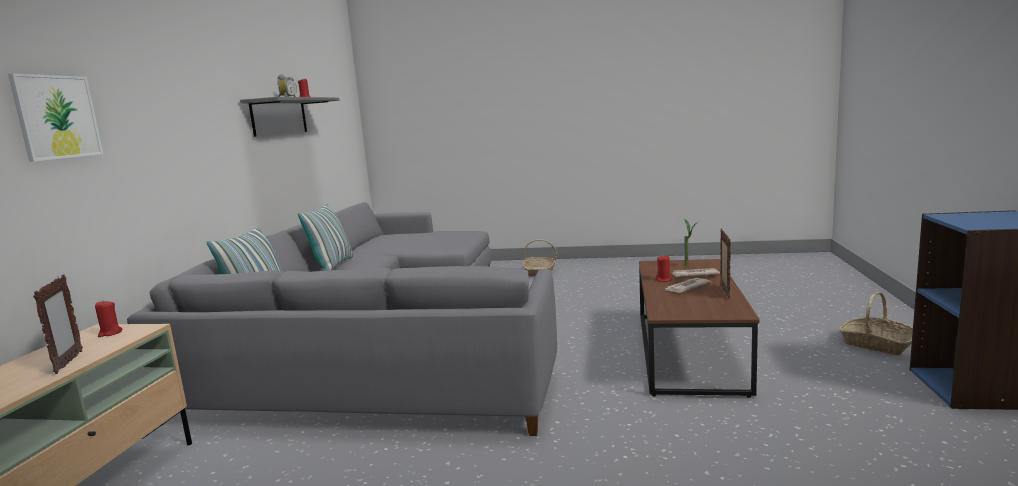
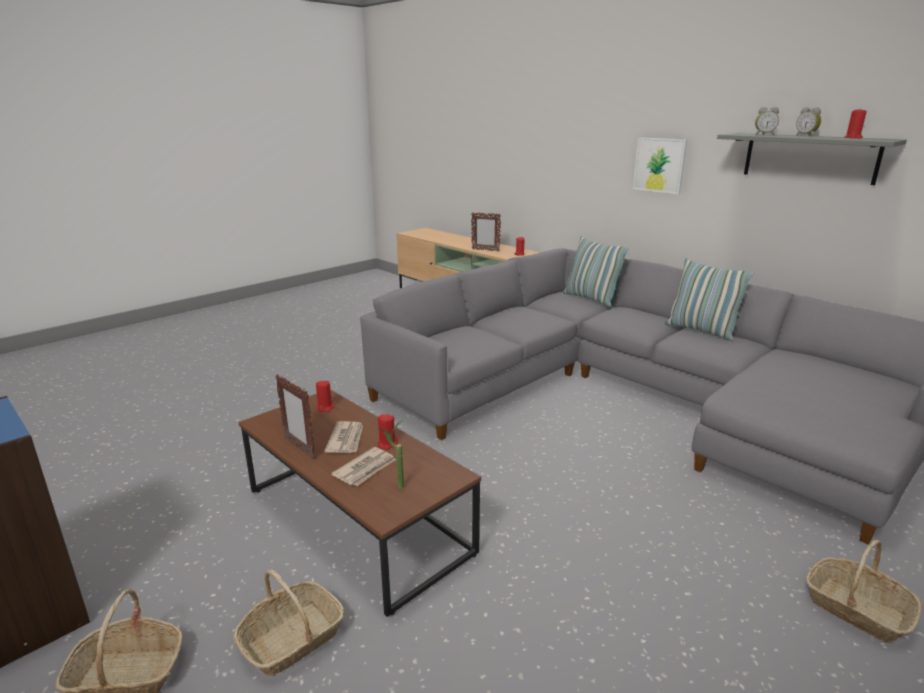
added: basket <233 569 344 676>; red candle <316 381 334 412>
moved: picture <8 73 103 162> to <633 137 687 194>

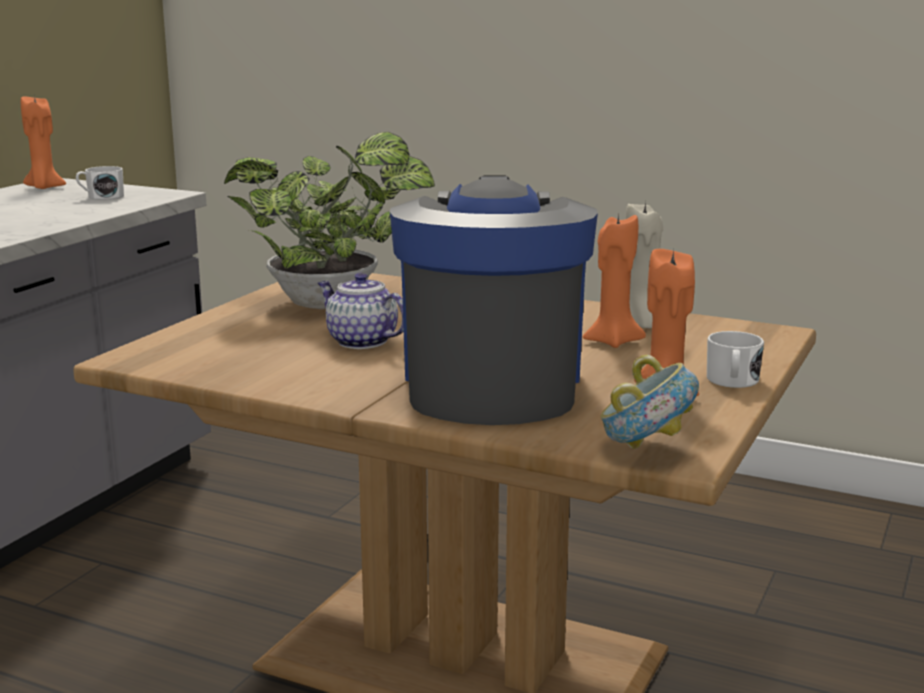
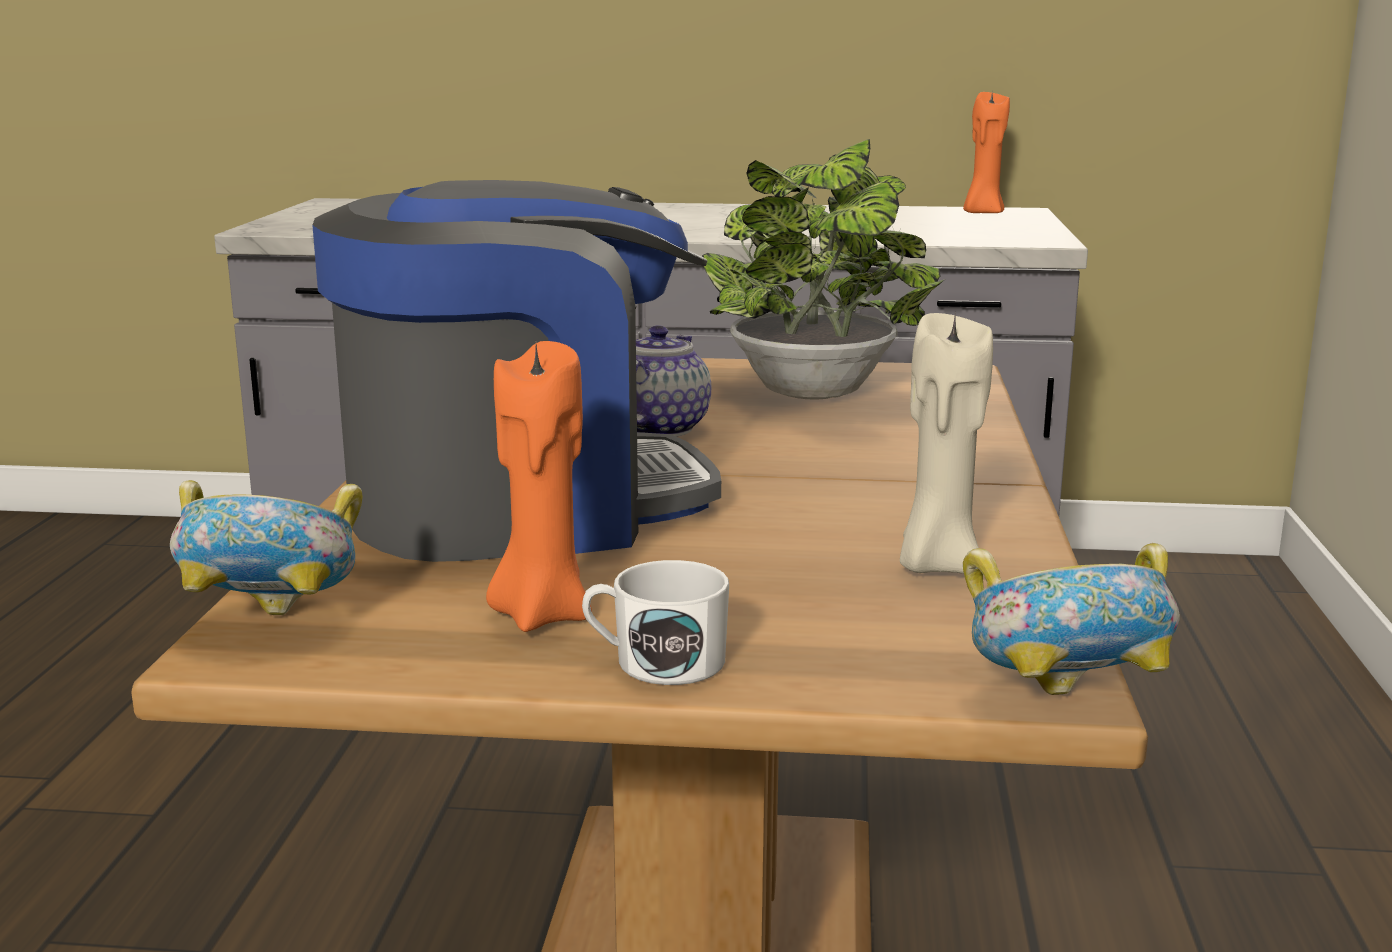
removed: white mug <76 166 124 200>; orange candle <583 212 646 348>
added: bowl <963 543 1180 695>

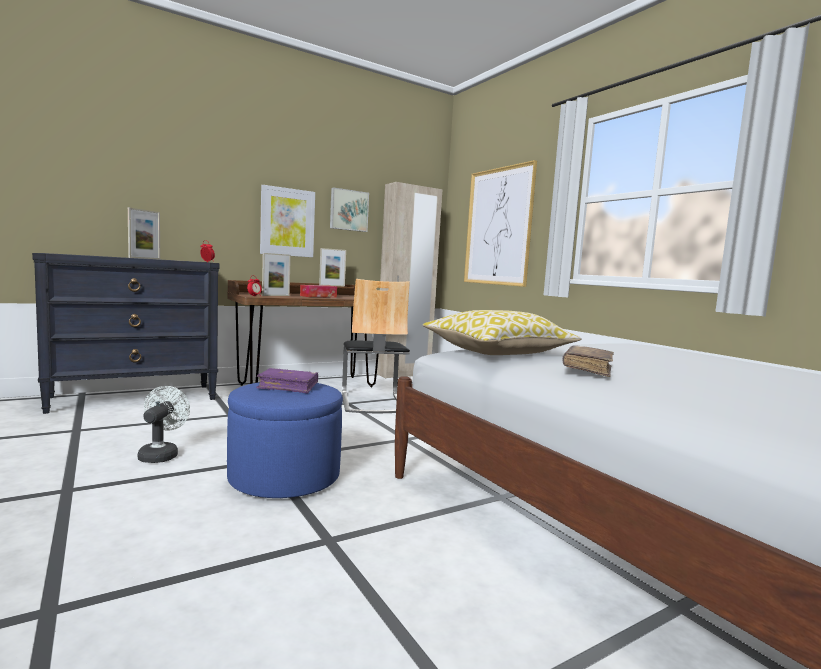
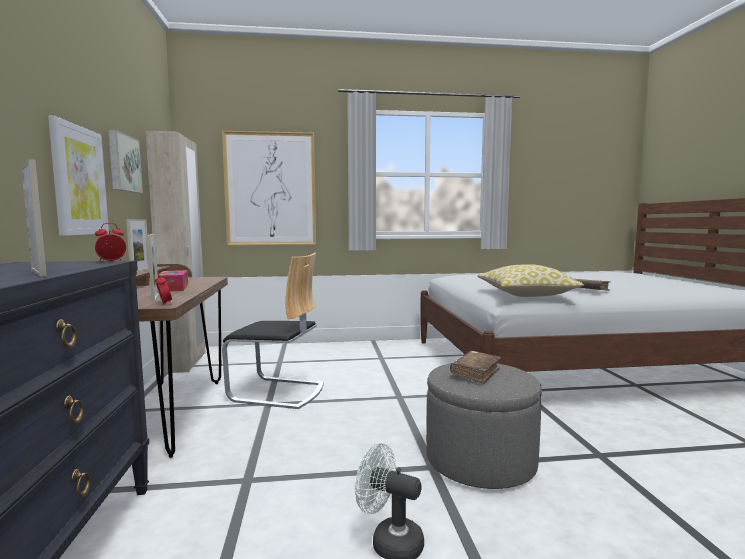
recoloured: blue ottoman <227 382 343 498> to grey ottoman <426 363 542 489>; purple book <256 368 318 393> to brown book <450 351 501 384>

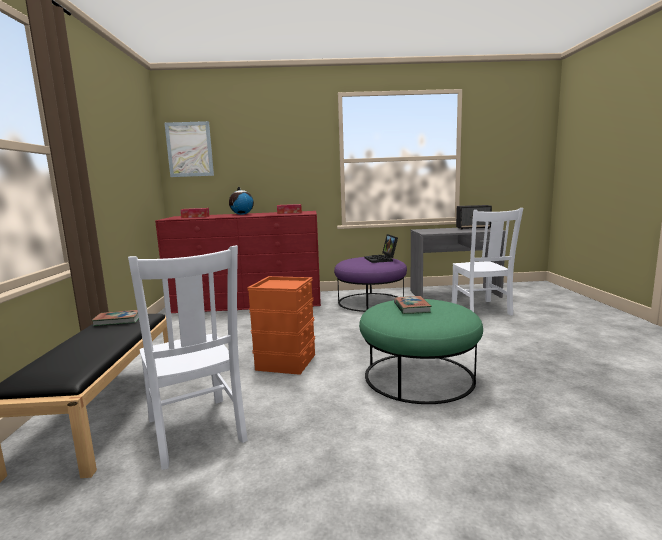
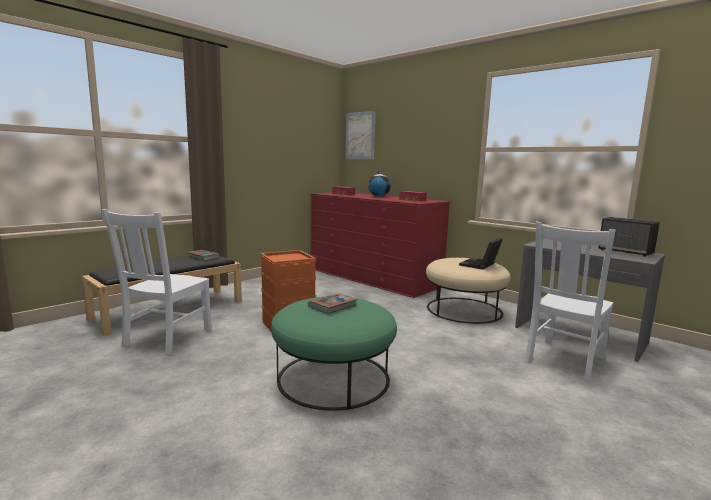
recoloured: purple ottoman <334 257 407 312> to beige ottoman <426 258 511 324>

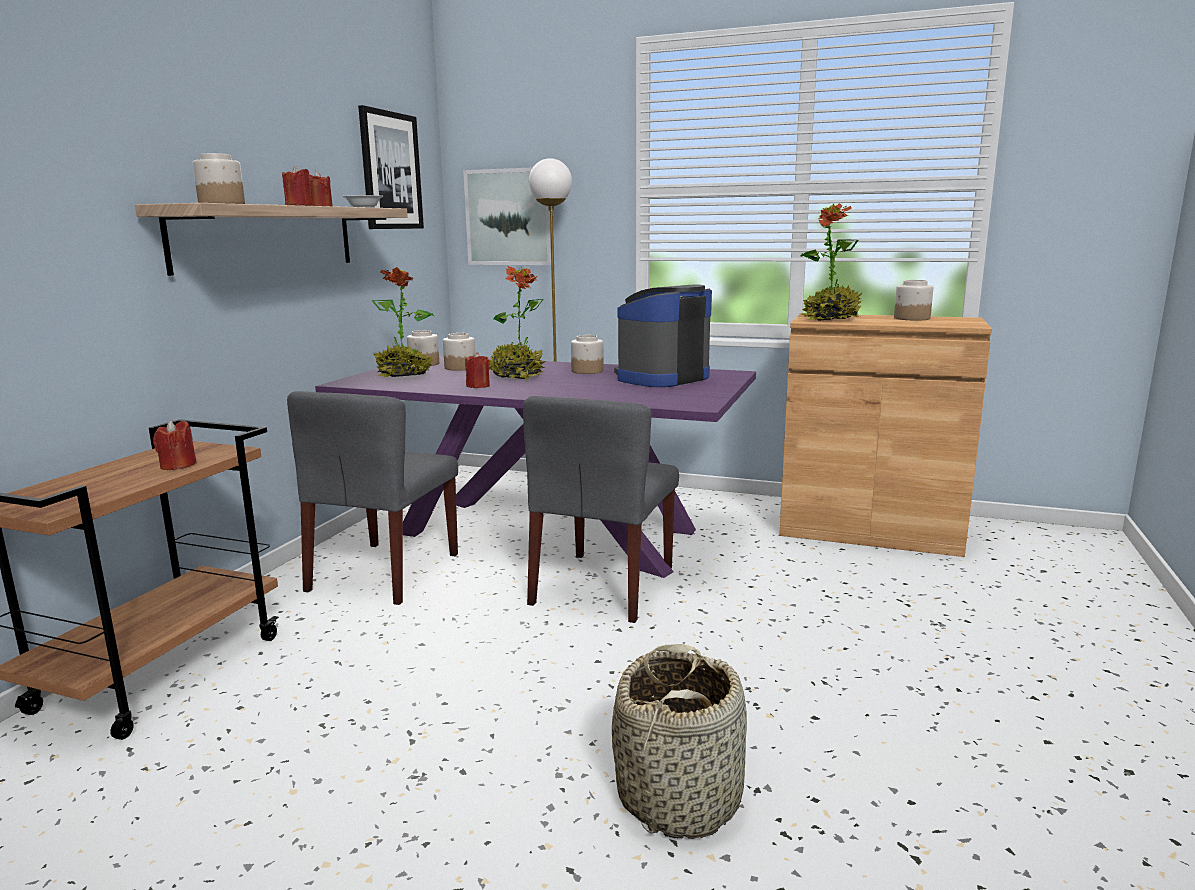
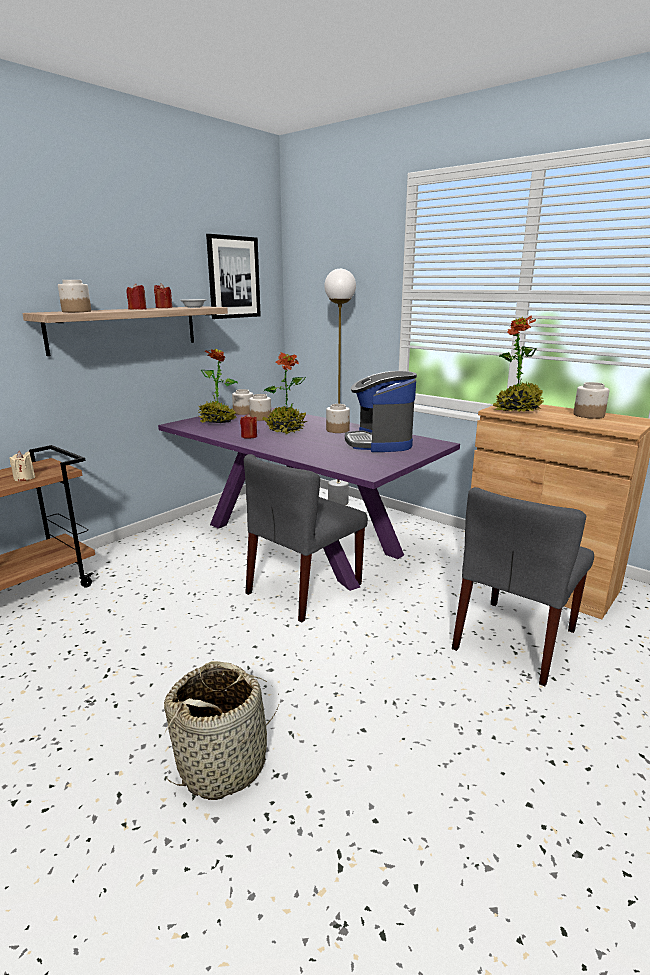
removed: picture <463 168 551 265>
moved: grey chair <287 391 458 605> to <452 487 594 686>
recoloured: red candle <153 420 197 470> to beige candle <10 451 35 482>
turned: coffee machine <614 285 712 387> = <345 371 417 452> 75 degrees counterclockwise

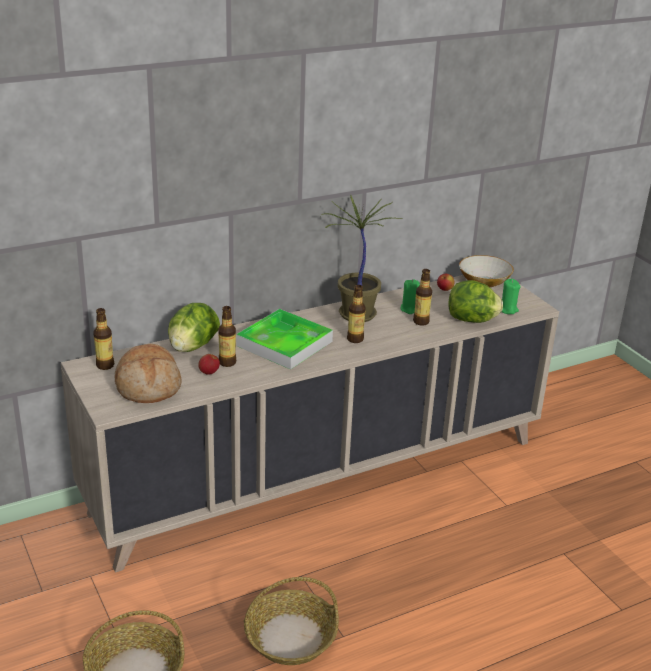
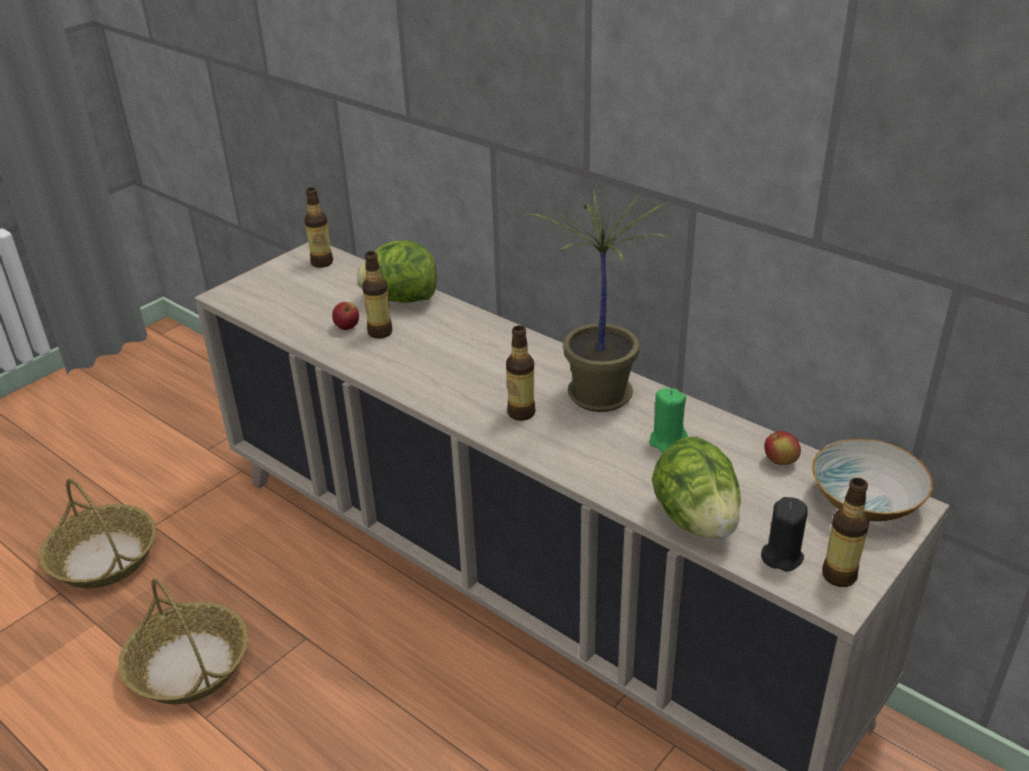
removed: bread <115 344 181 403>; tray <236 309 333 369>
moved: bottle <413 269 432 326> to <822 478 869 587>
recoloured: green candle <502 279 521 314> to black candle <761 497 808 572>

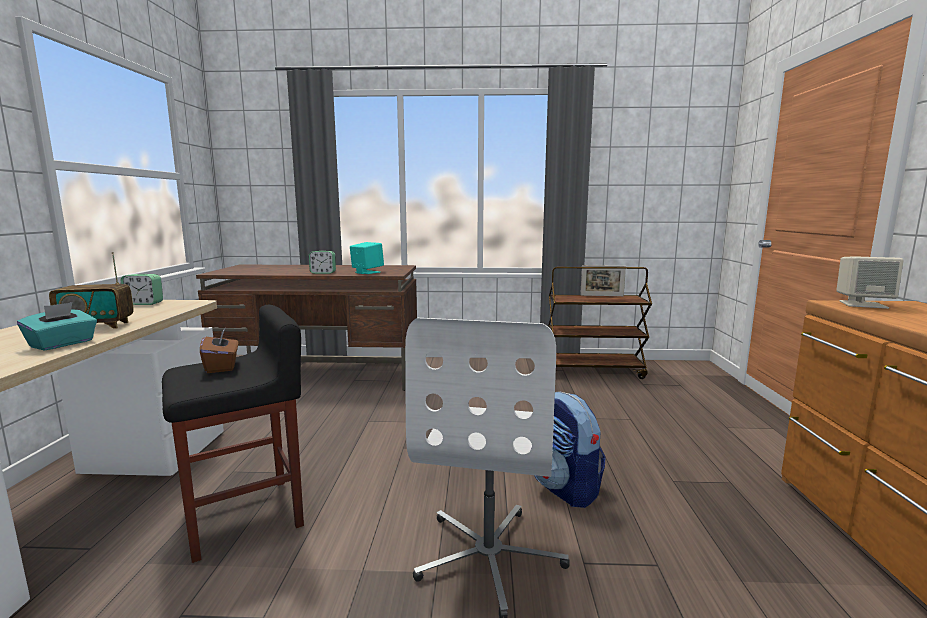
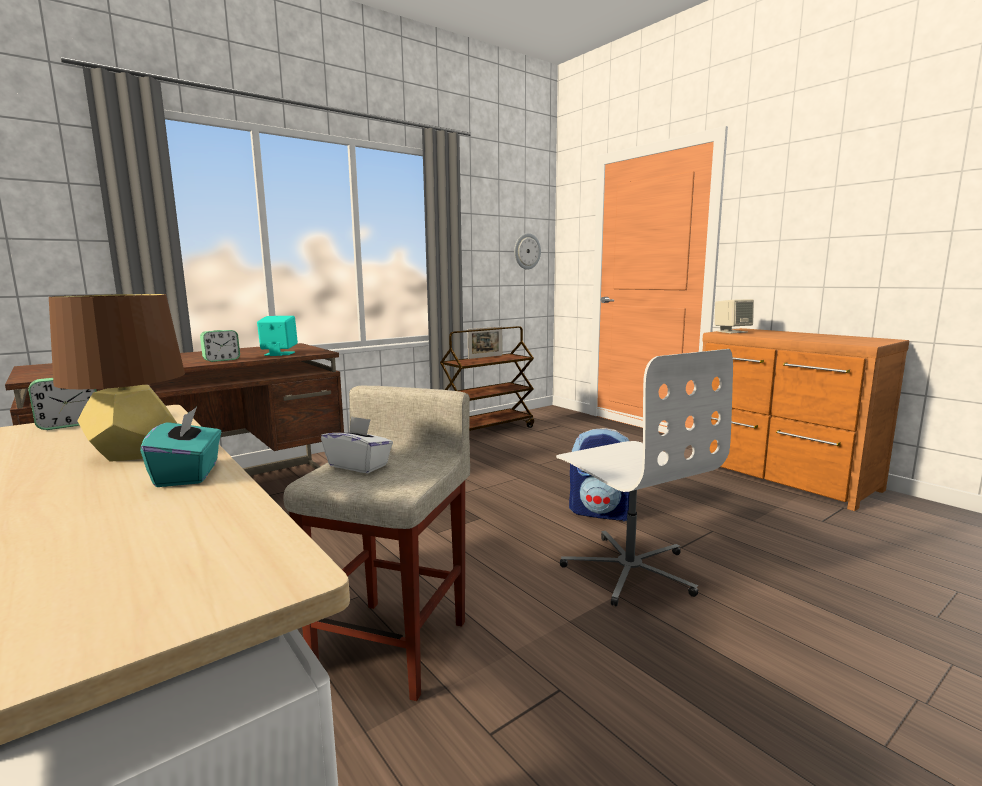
added: wall clock <514 233 541 270>
replaced: radio <49 252 134 329> to brown table lamp <49 294 185 462>
recoloured: black stool <162 305 304 563> to beige stool <283 386 470 701>; brown tissue box <200 327 238 373> to white tissue box <321 416 393 473>

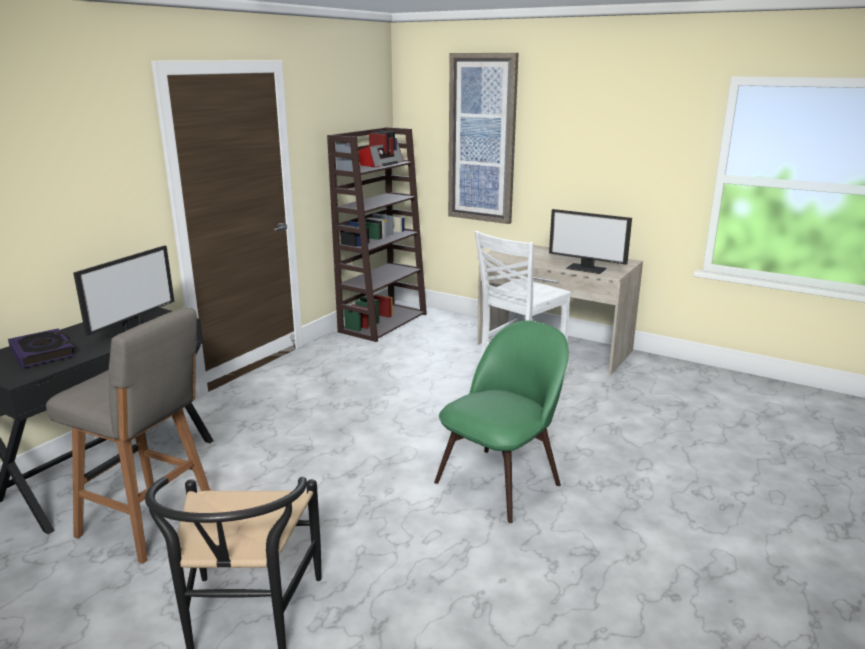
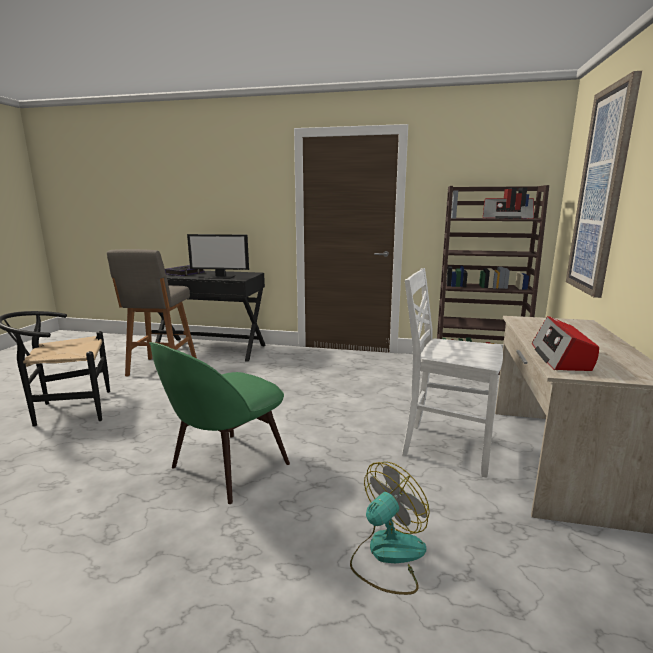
added: fan <350 462 430 595>
replaced: monitor <549 209 632 274> to radio <532 316 599 371>
turned: green chair <434 321 569 523> = <149 342 290 504> 105 degrees clockwise

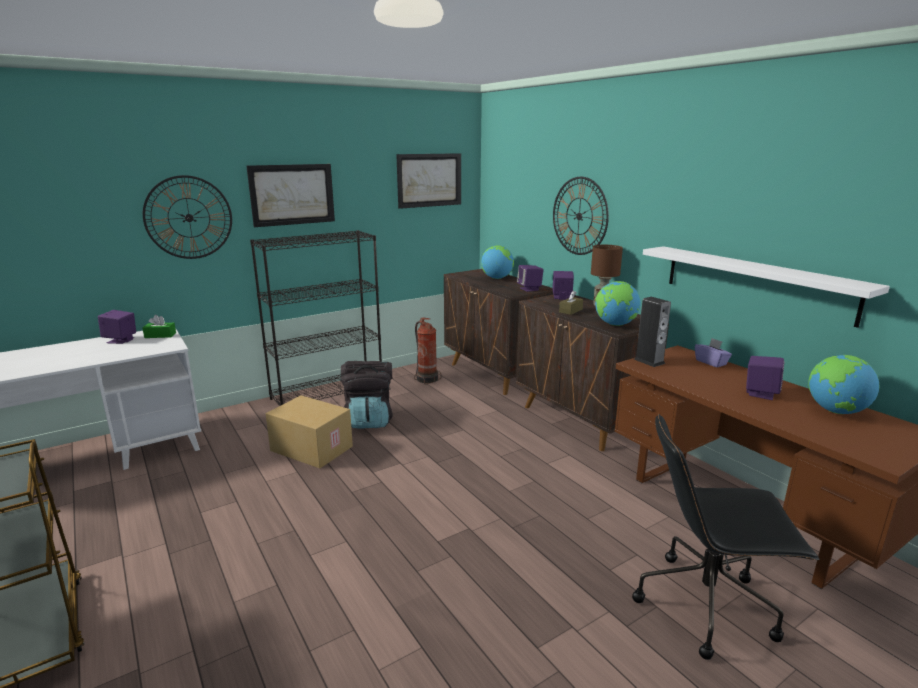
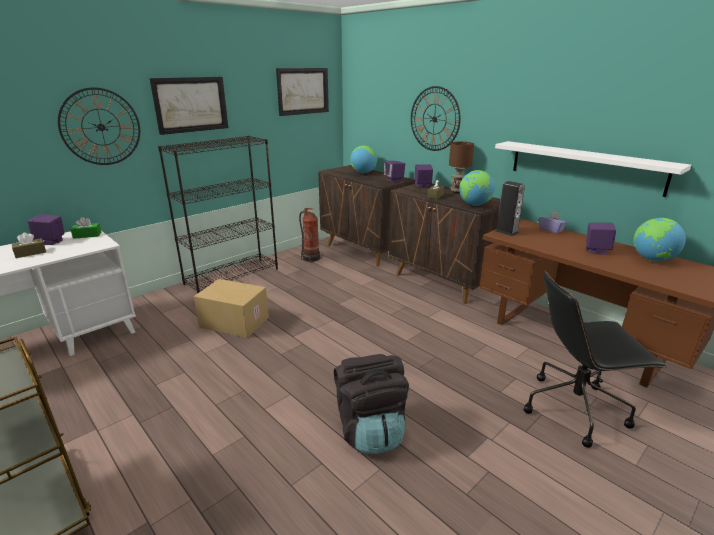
added: brown tissue box <12 232 46 258>
moved: black backpack <340 361 393 429> to <334 354 409 454>

